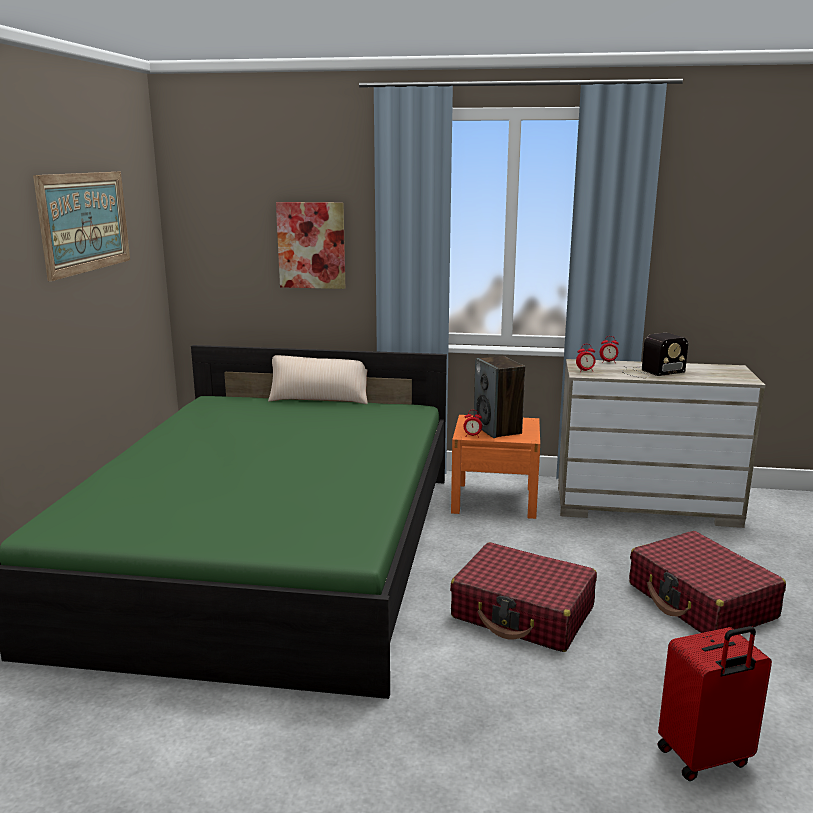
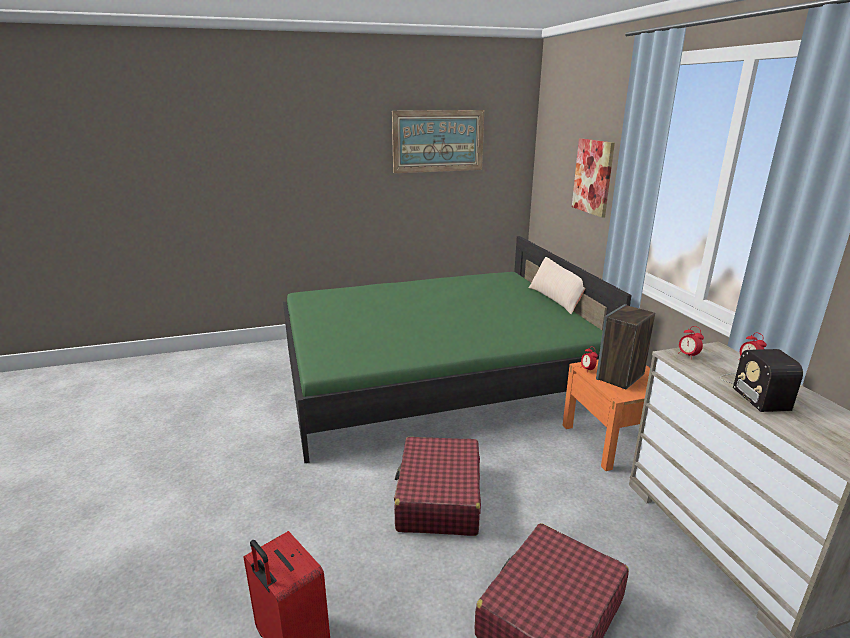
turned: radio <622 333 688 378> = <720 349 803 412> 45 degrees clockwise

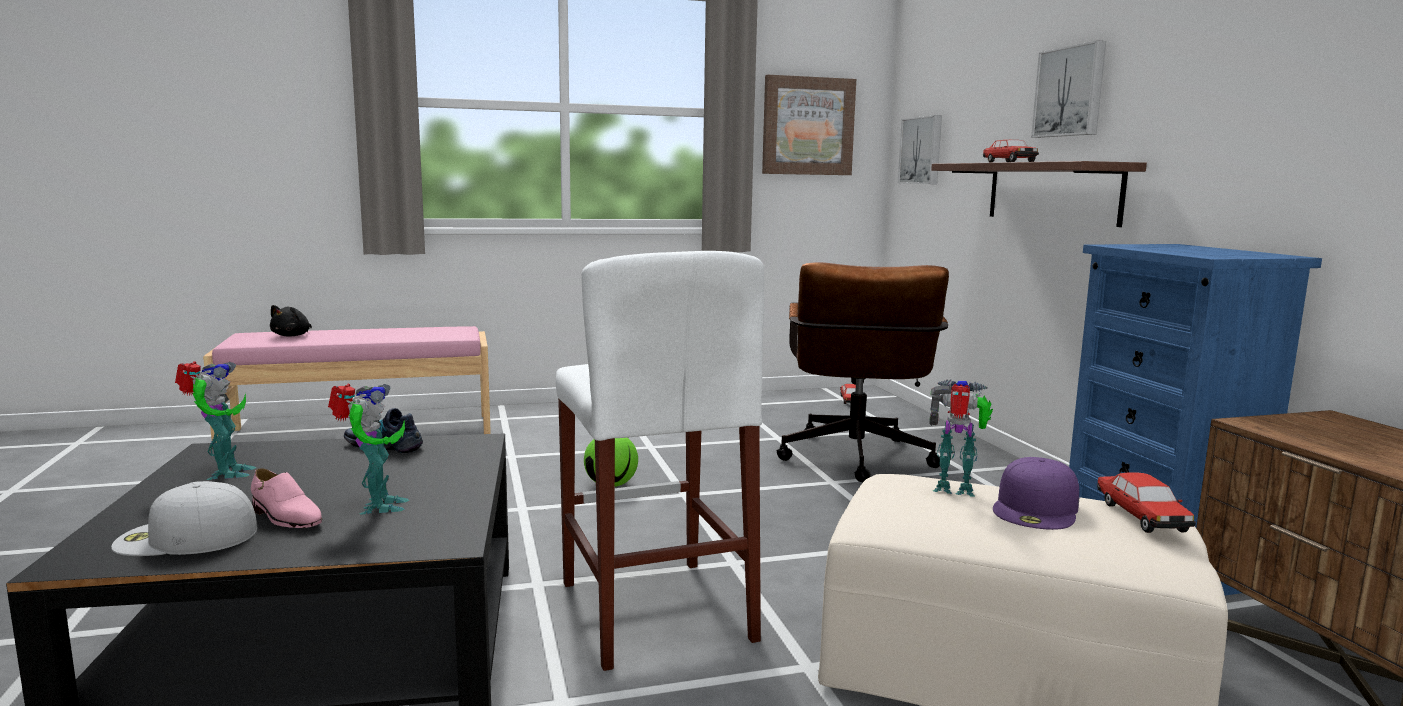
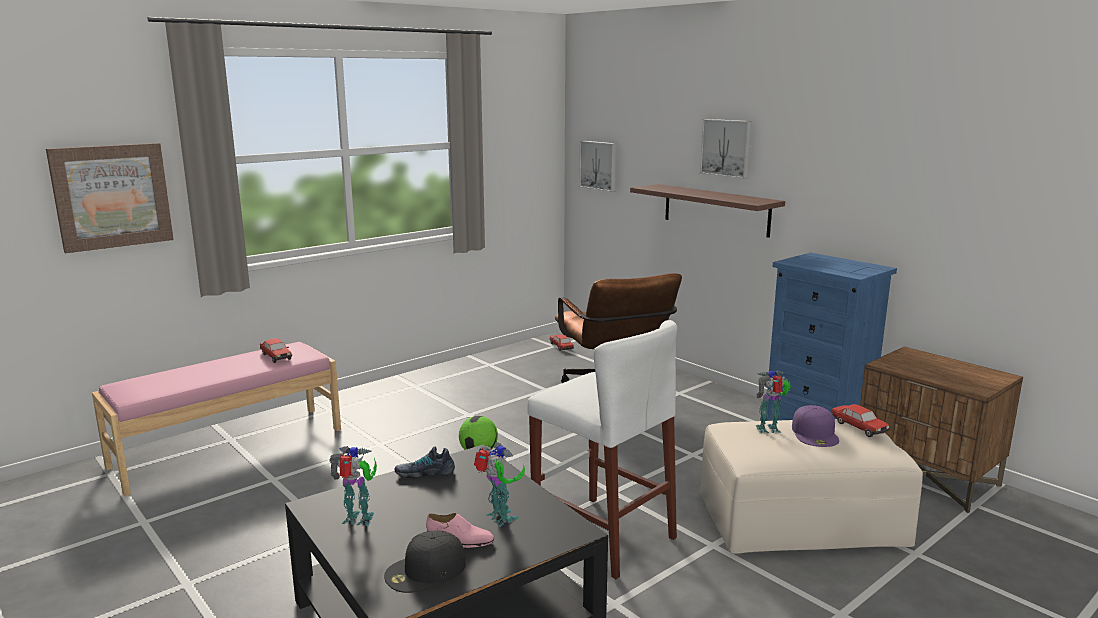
removed: black plush toy <270 305 312 337>
moved: picture <762 75 856 175> to <46 143 174 253>; toy car <983 140 1039 163> to <260 338 292 363>
recoloured: white cap <111 481 257 556> to black cap <384 530 466 593>
turned: toy robot <175 361 256 480> = <329 446 377 526> 45 degrees counterclockwise

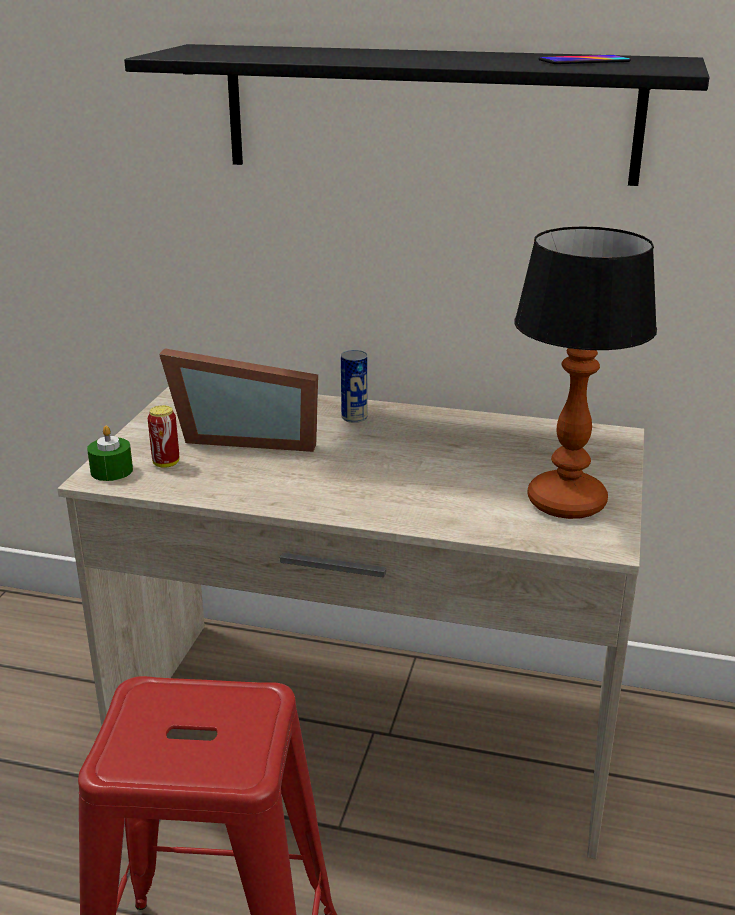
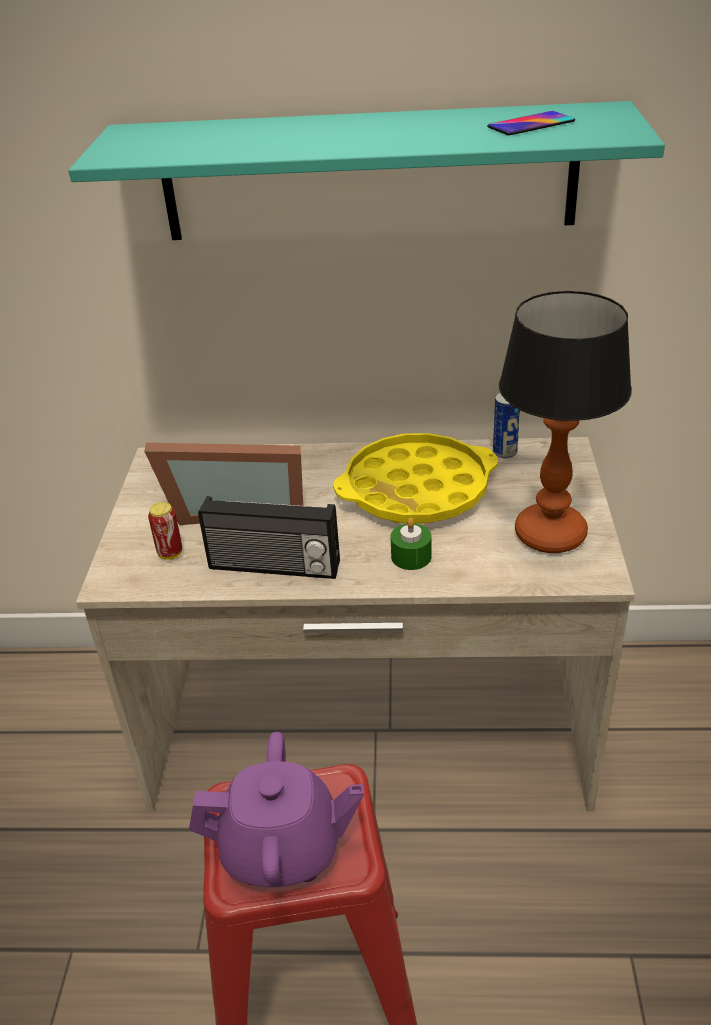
added: purple teapot <189 732 364 887>; radio <198 496 340 579>; yellow tray <333 433 498 523>
moved: green candle <87 426 133 481> to <391 518 432 570>; can <341 350 367 423> to <493 393 520 459>
recoloured: black shelf <124 44 709 186> to turquoise shelf <68 101 665 240>

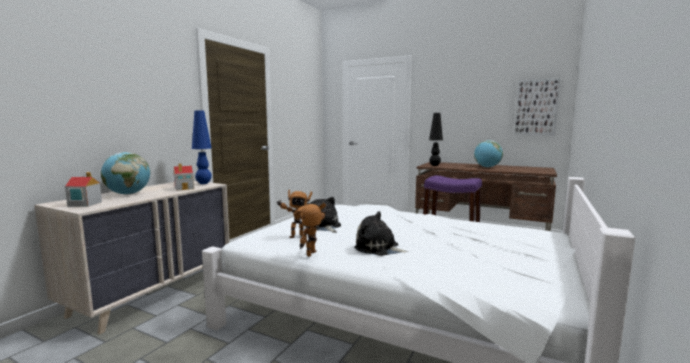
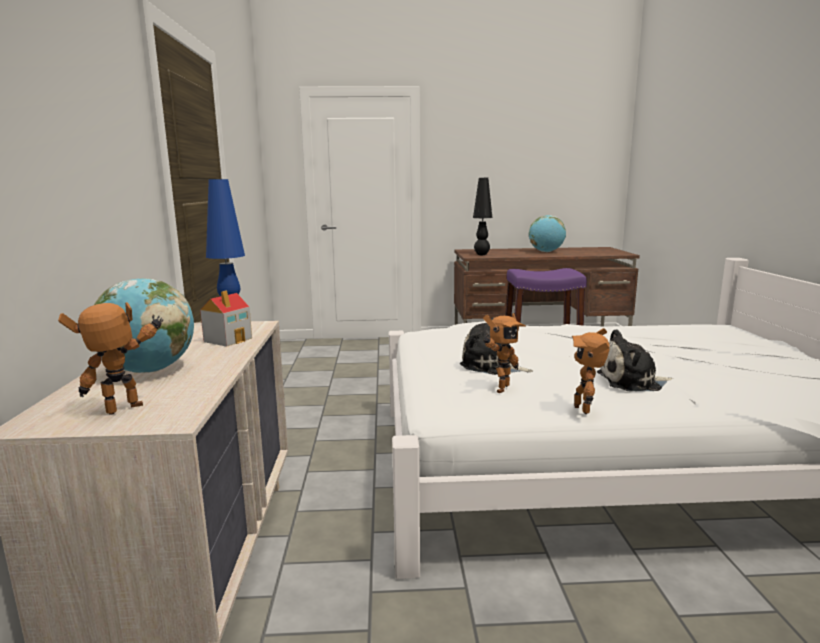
removed: picture <514 78 560 136>
replaced: toy house <65 172 102 207> to toy robot <58 302 164 415>

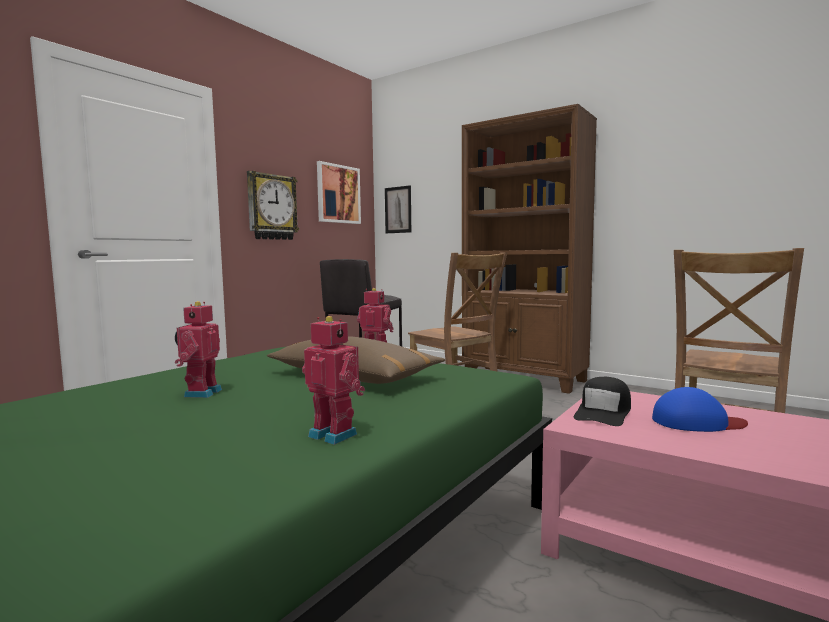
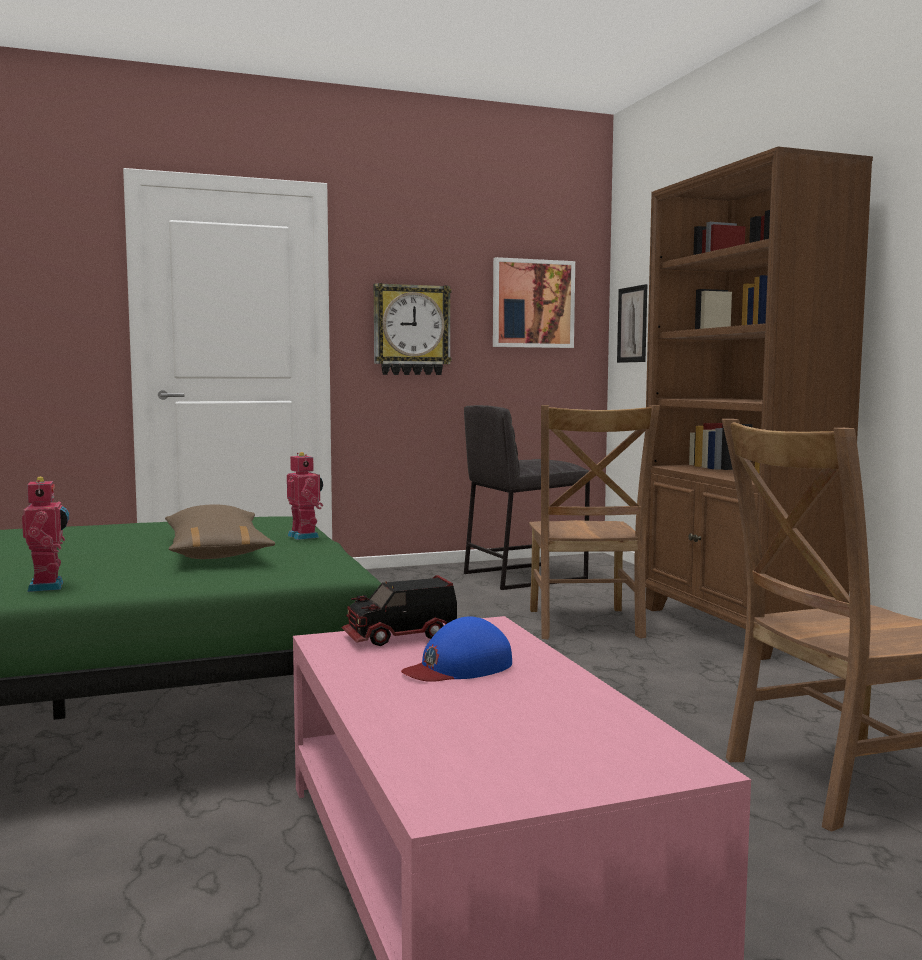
removed: toy robot <175 301 222 398>
replaced: black cap <574 377 631 426> to toy truck <341 575 457 646>
turned: blue cap <652 387 748 432> = <401 617 512 682> 105 degrees clockwise

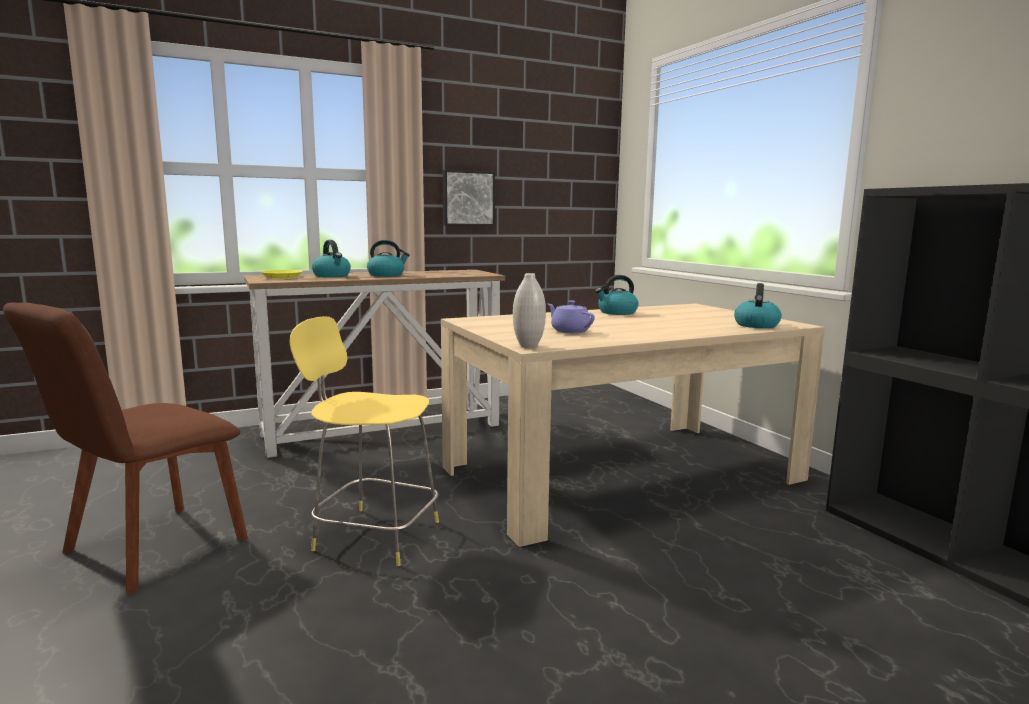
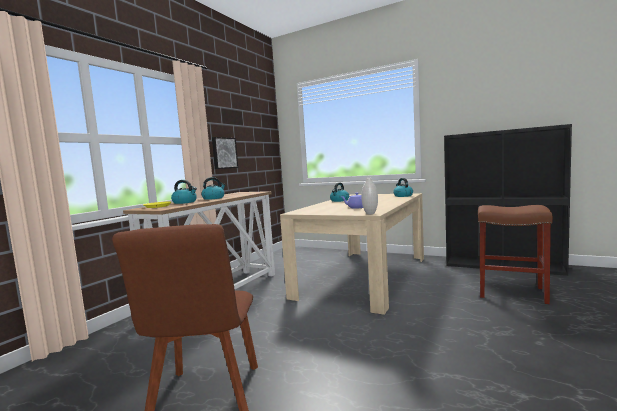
removed: yellow stool <289 316 439 566>
added: brown stool <478 205 553 304>

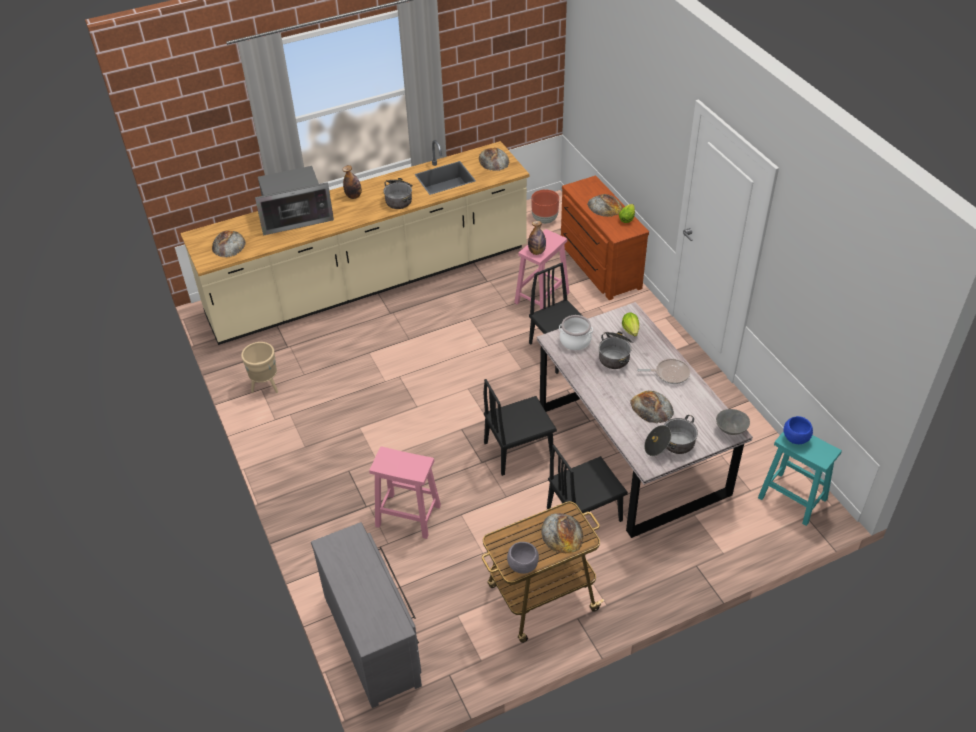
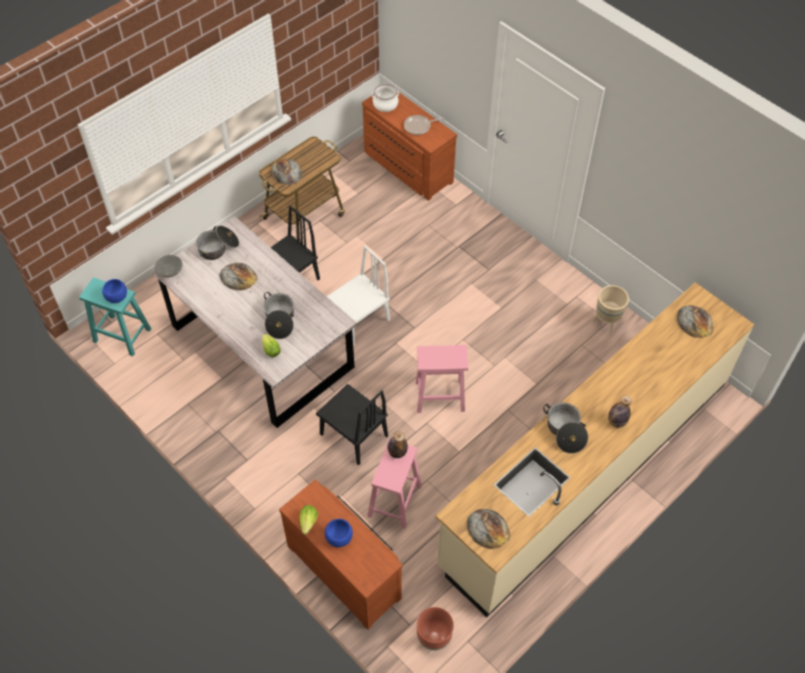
removed: microwave <255 166 334 236>; grey bowl <507 542 539 574>
moved: pink stool <369 447 441 539> to <416 345 468 413>; cooking pot <559 315 593 350> to <372 83 399 112>; frying pan <637 359 690 384> to <404 115 444 135>
replaced: bread <587 194 623 217> to blue bowl <325 519 353 547>
recoloured: grey dresser <311 522 422 708> to brown dresser <362 92 457 201>; black chair <484 379 557 476> to white chair <327 245 390 346>

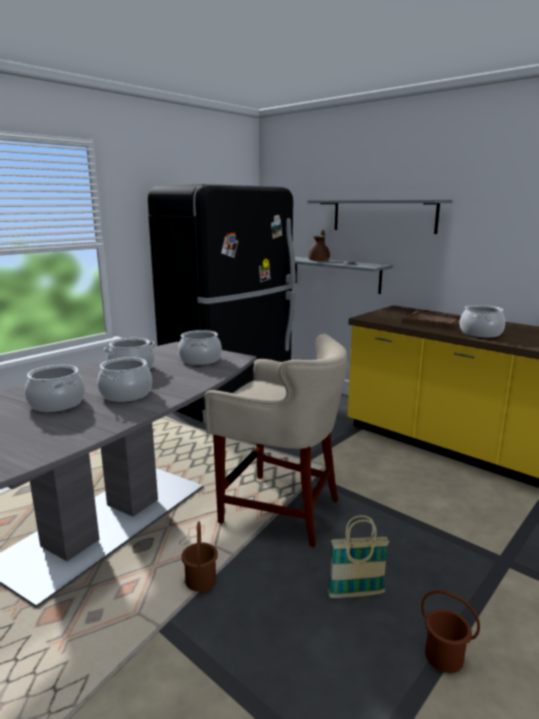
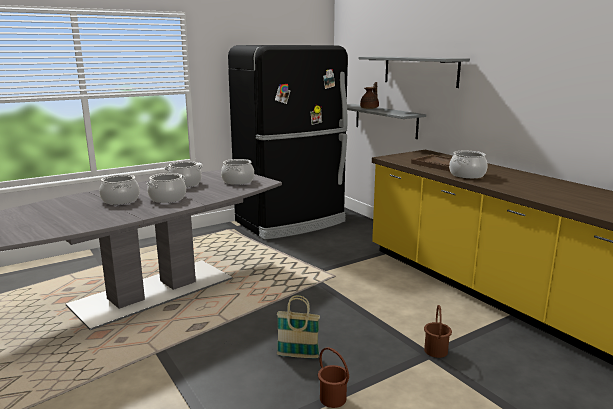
removed: beige stool <204 334 347 547>
moved: brown bucket <181 521 218 593> to <424 305 452 358>

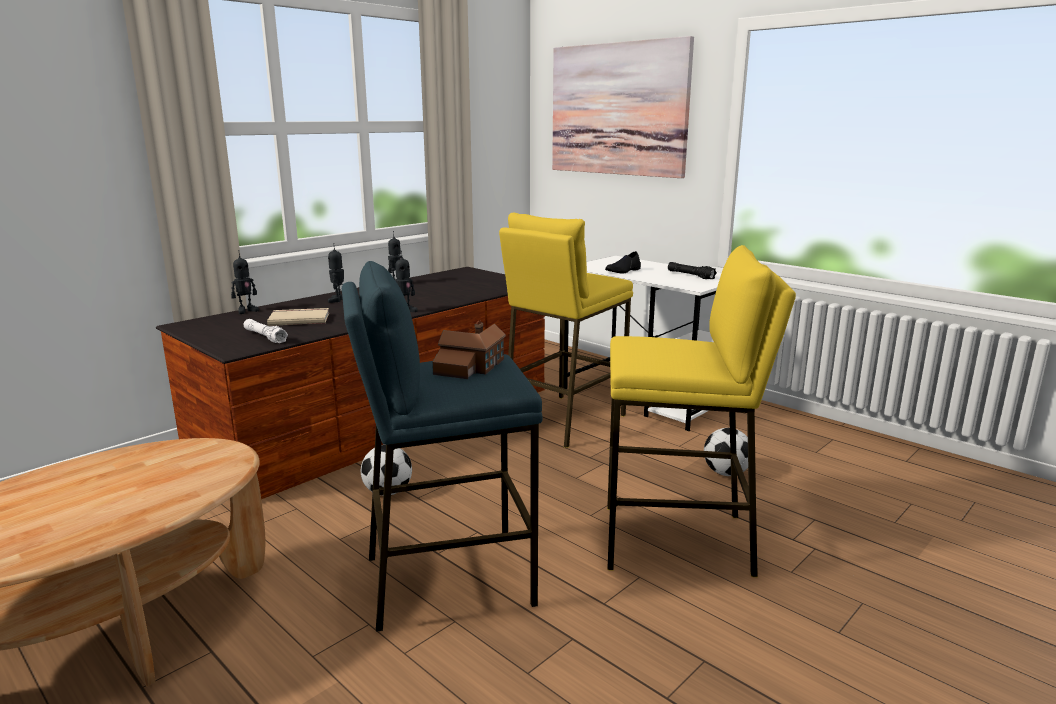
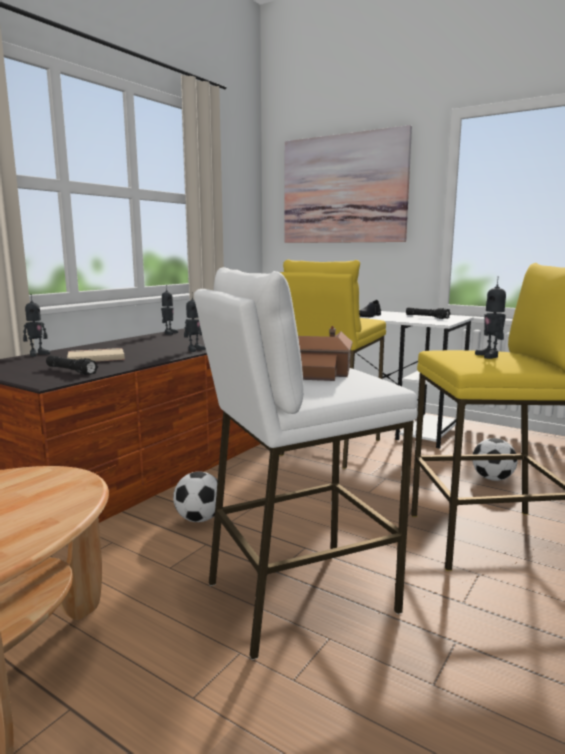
moved: toy robot <328 243 344 303> to <475 277 506 359>
recoloured: white flashlight <244 319 288 343> to black flashlight <46 355 98 375>; blue stool <342 261 543 632> to white stool <194 267 418 660>

